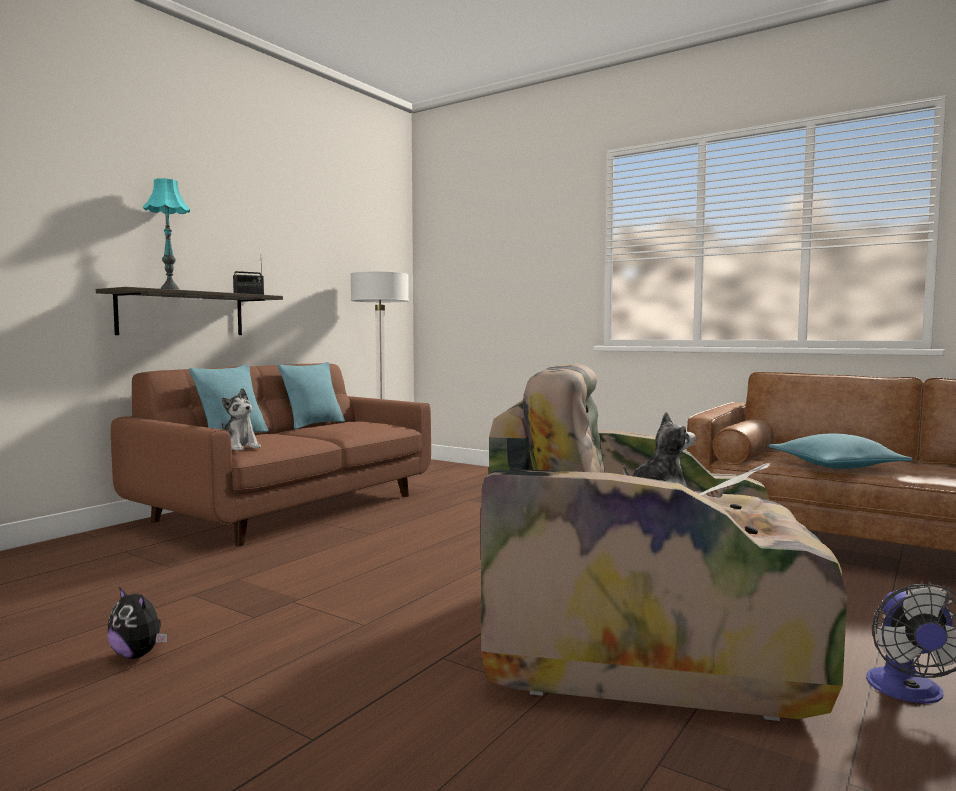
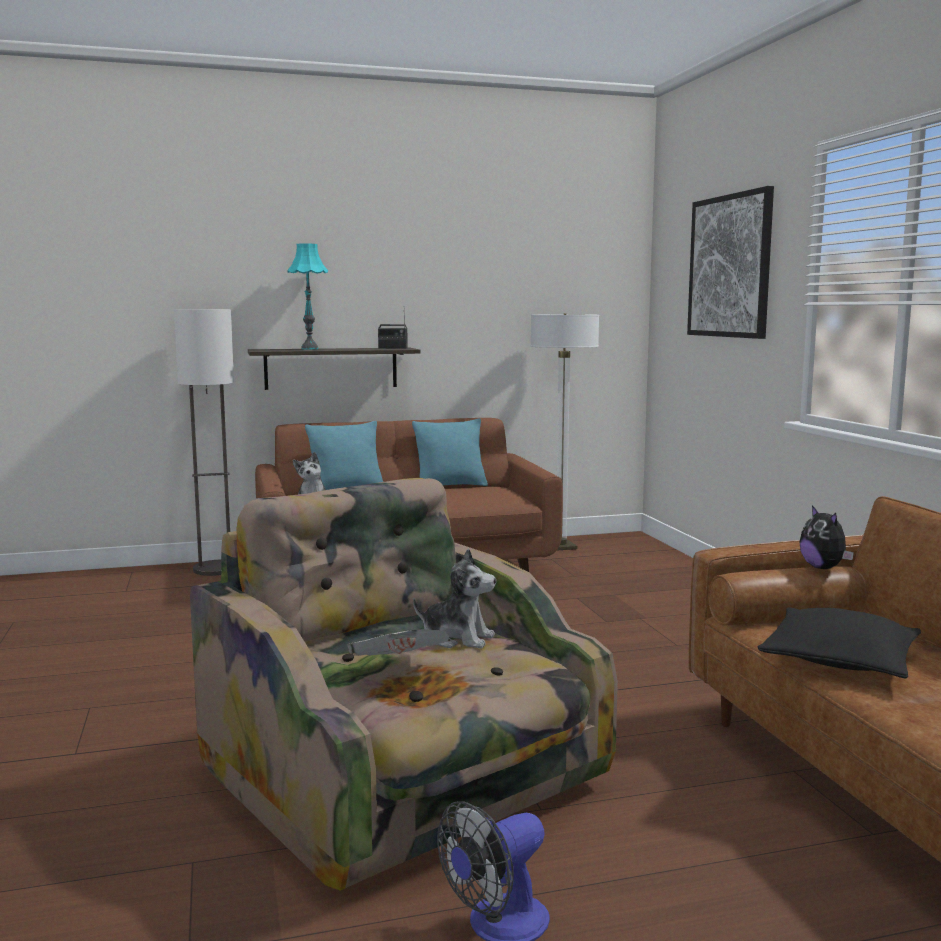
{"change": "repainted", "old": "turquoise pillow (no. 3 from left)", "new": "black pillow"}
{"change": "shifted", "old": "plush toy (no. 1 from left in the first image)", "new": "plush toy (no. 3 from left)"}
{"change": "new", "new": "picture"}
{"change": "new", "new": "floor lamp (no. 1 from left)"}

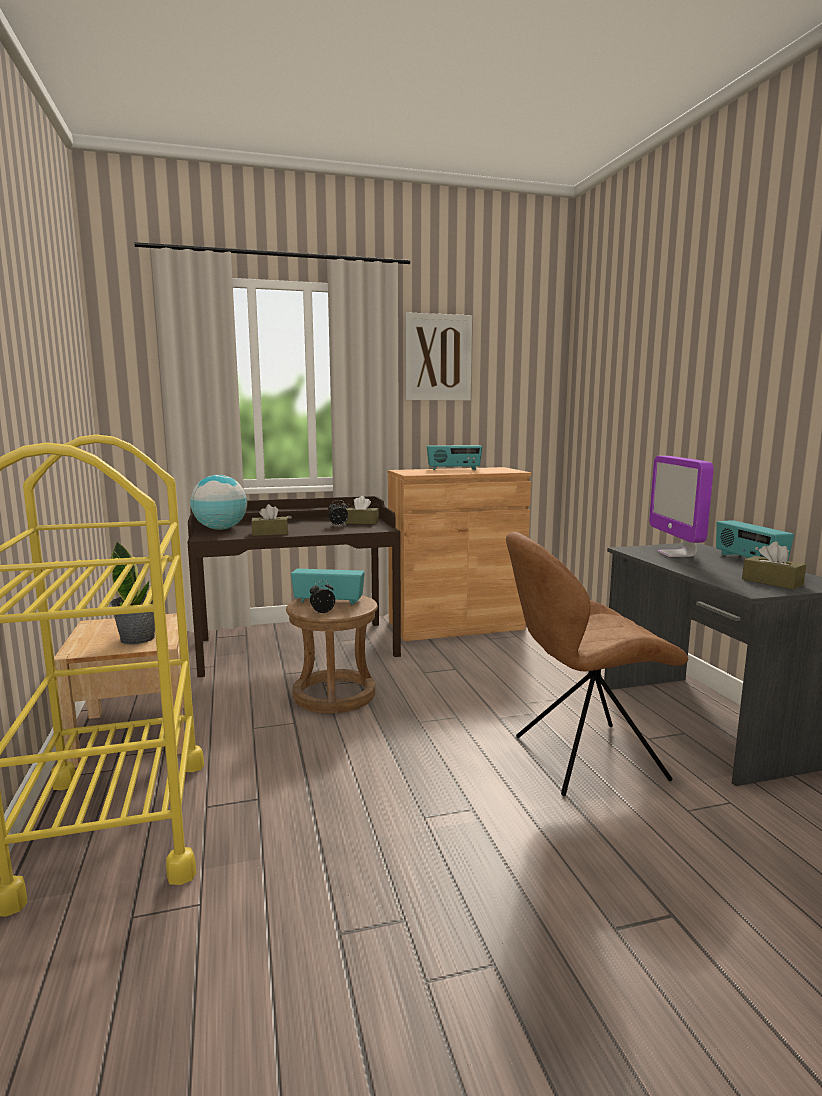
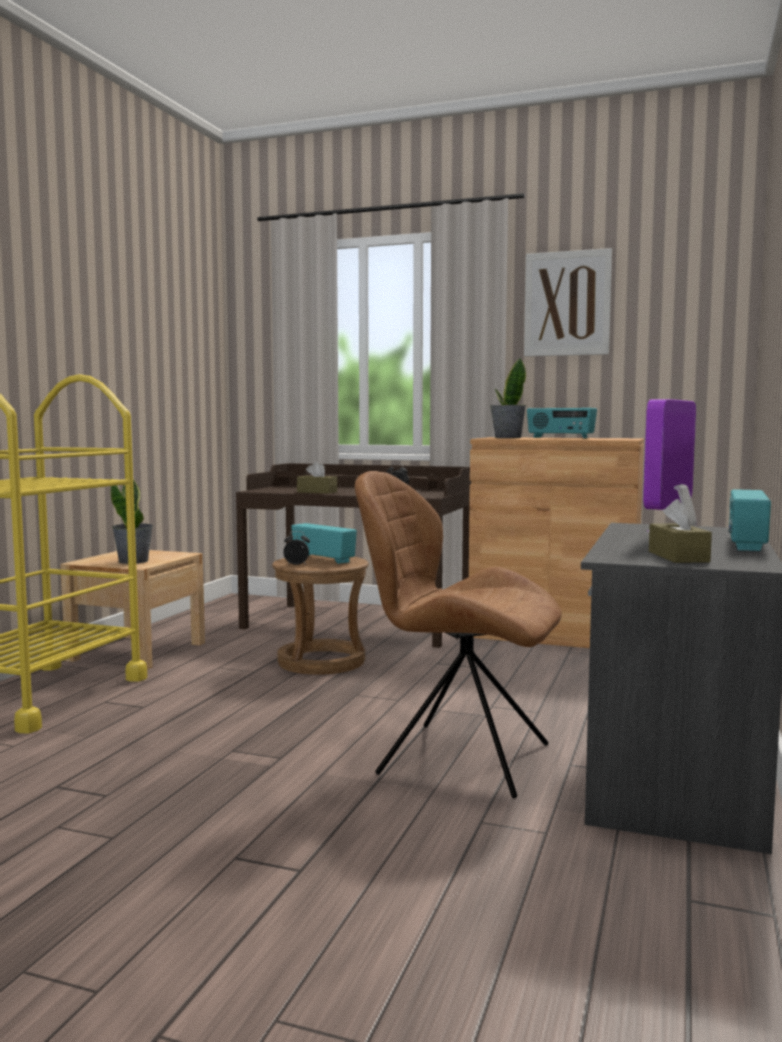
{"change": "gone", "old": "globe"}
{"change": "gone", "old": "brown tissue box (no. 2 from left)"}
{"change": "new", "new": "potted plant (no. 2 from left)"}

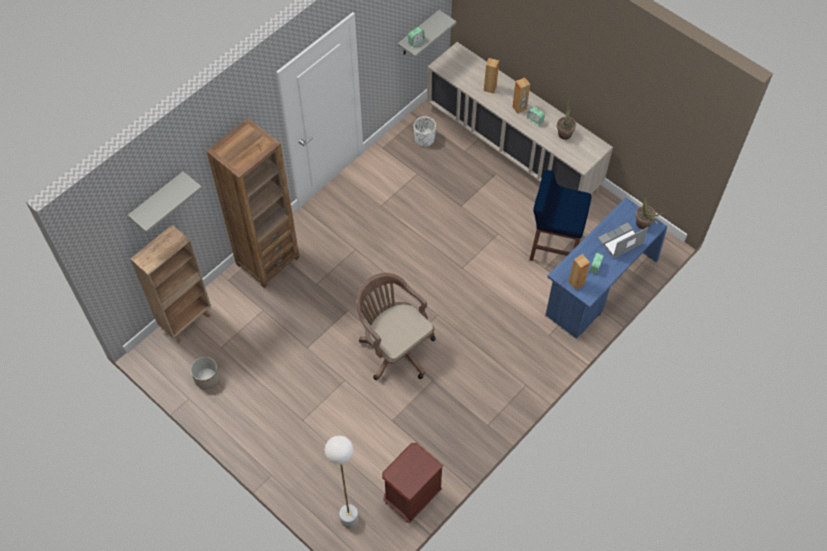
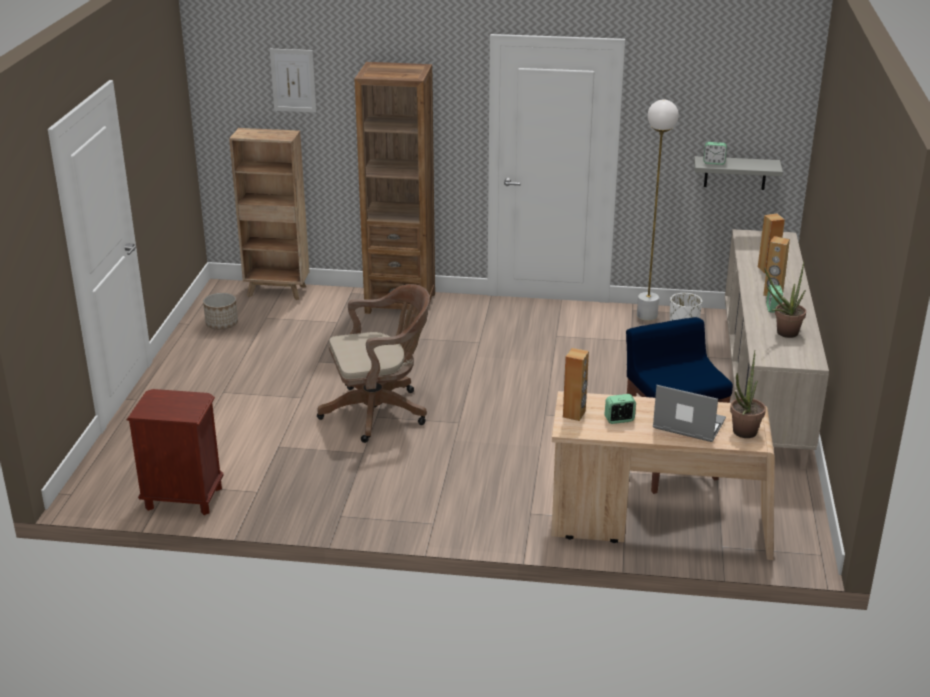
{"change": "swapped", "old": "grey shelf (no. 1 from left)", "new": "picture"}
{"change": "repainted", "old": "blue desk", "new": "beige desk"}
{"change": "rotated", "old": "brown office chair", "degrees": 60}
{"change": "shifted", "old": "white floor lamp"}

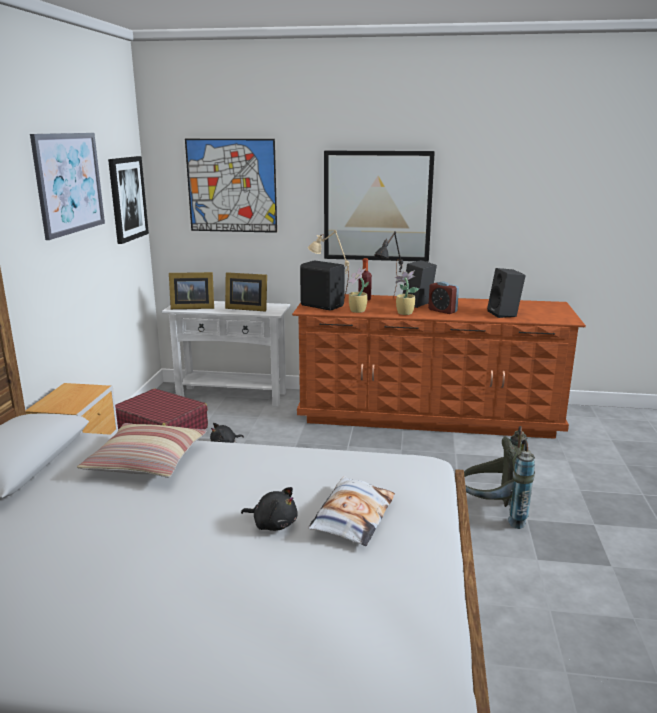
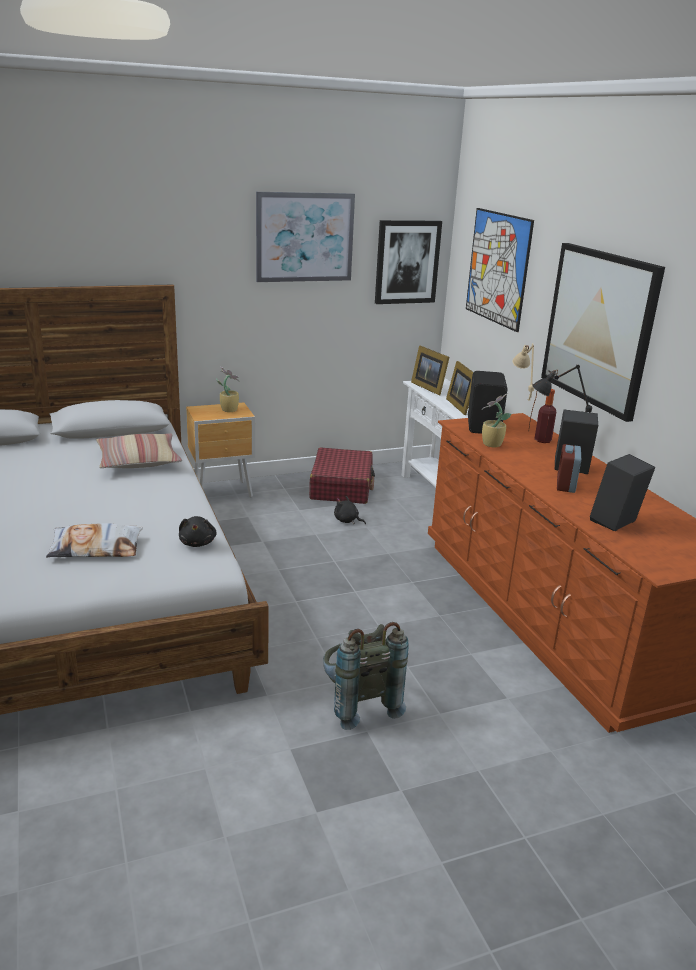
{"change": "shifted", "old": "potted plant (no. 2 from left in the first image)", "new": "potted plant (no. 1 from left)"}
{"change": "shifted", "old": "black plush toy (no. 2 from left in the first image)", "new": "black plush toy (no. 1 from left)"}

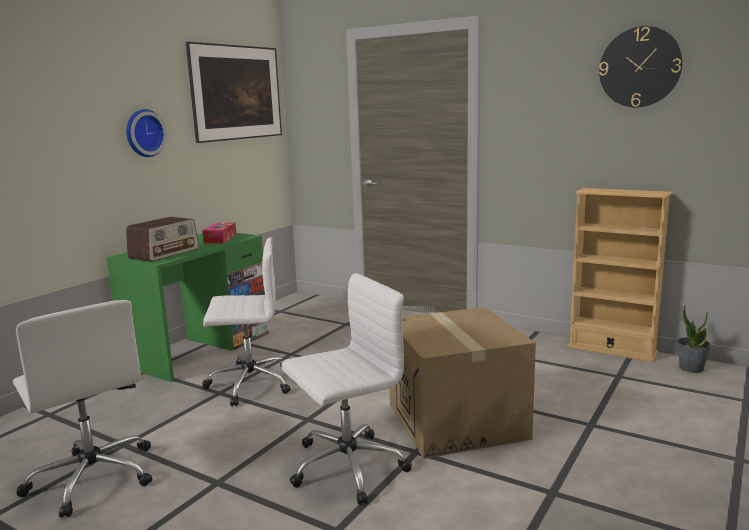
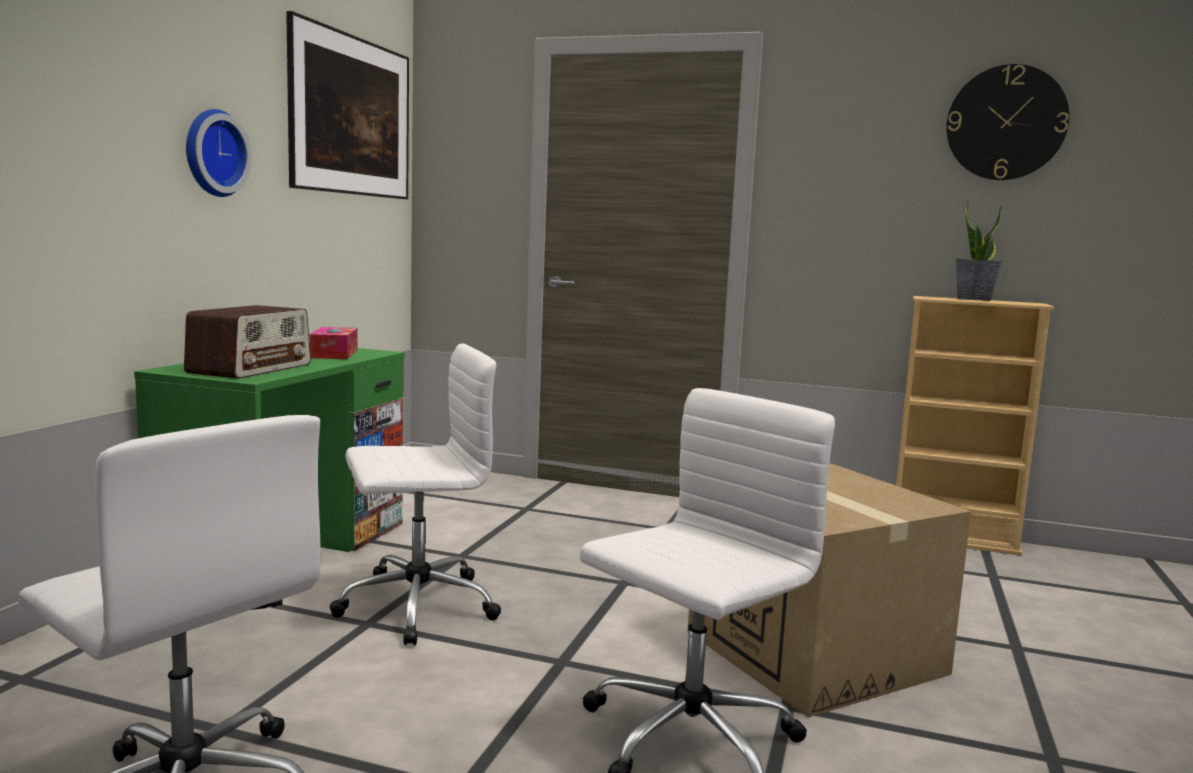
{"change": "shifted", "old": "potted plant"}

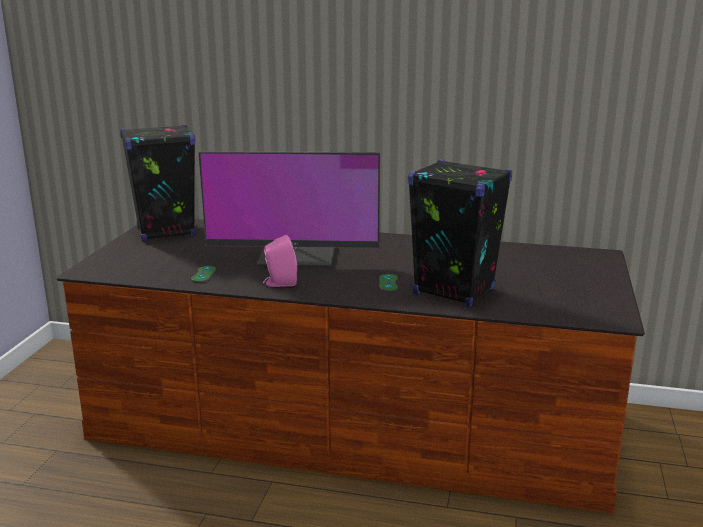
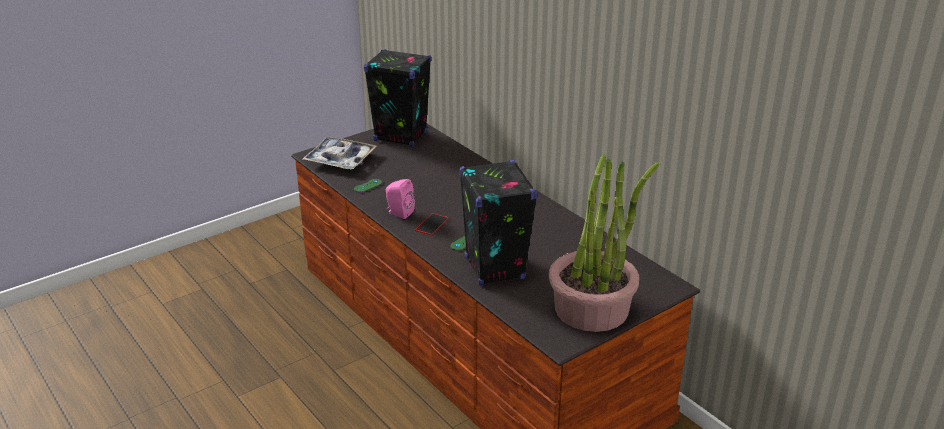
{"change": "gone", "old": "monitor"}
{"change": "new", "new": "tray"}
{"change": "new", "new": "potted plant"}
{"change": "new", "new": "phone"}

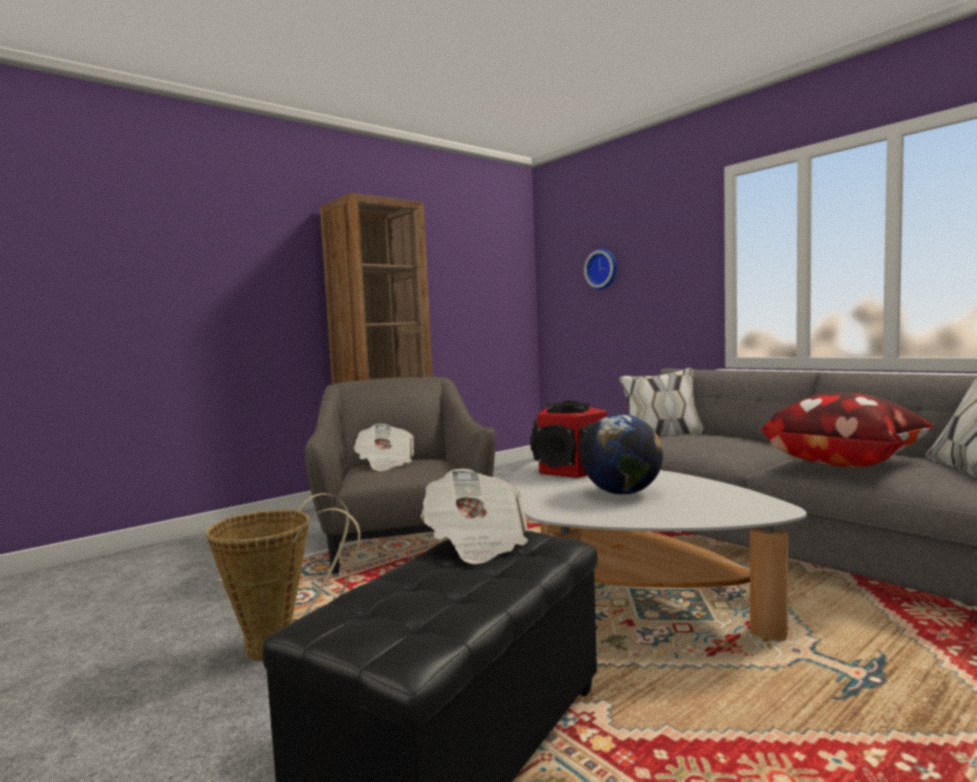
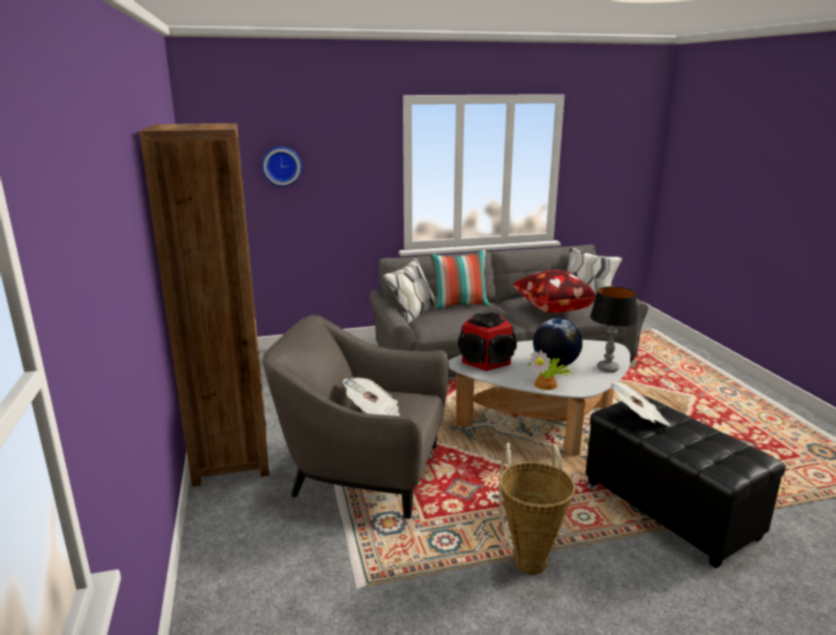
{"change": "new", "new": "pillow (no. 1 from left)"}
{"change": "new", "new": "table lamp"}
{"change": "new", "new": "potted plant"}

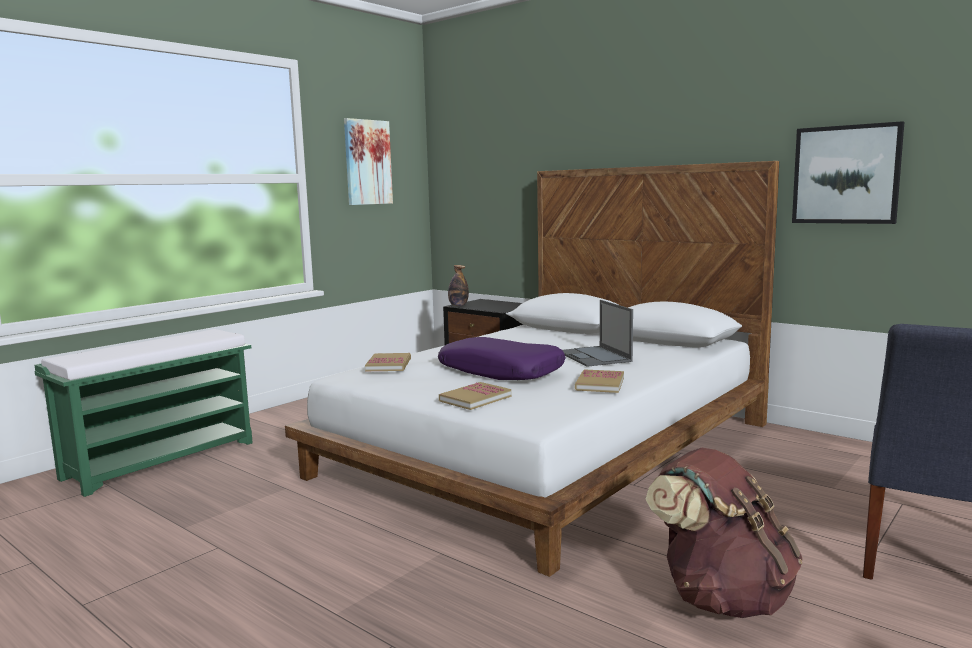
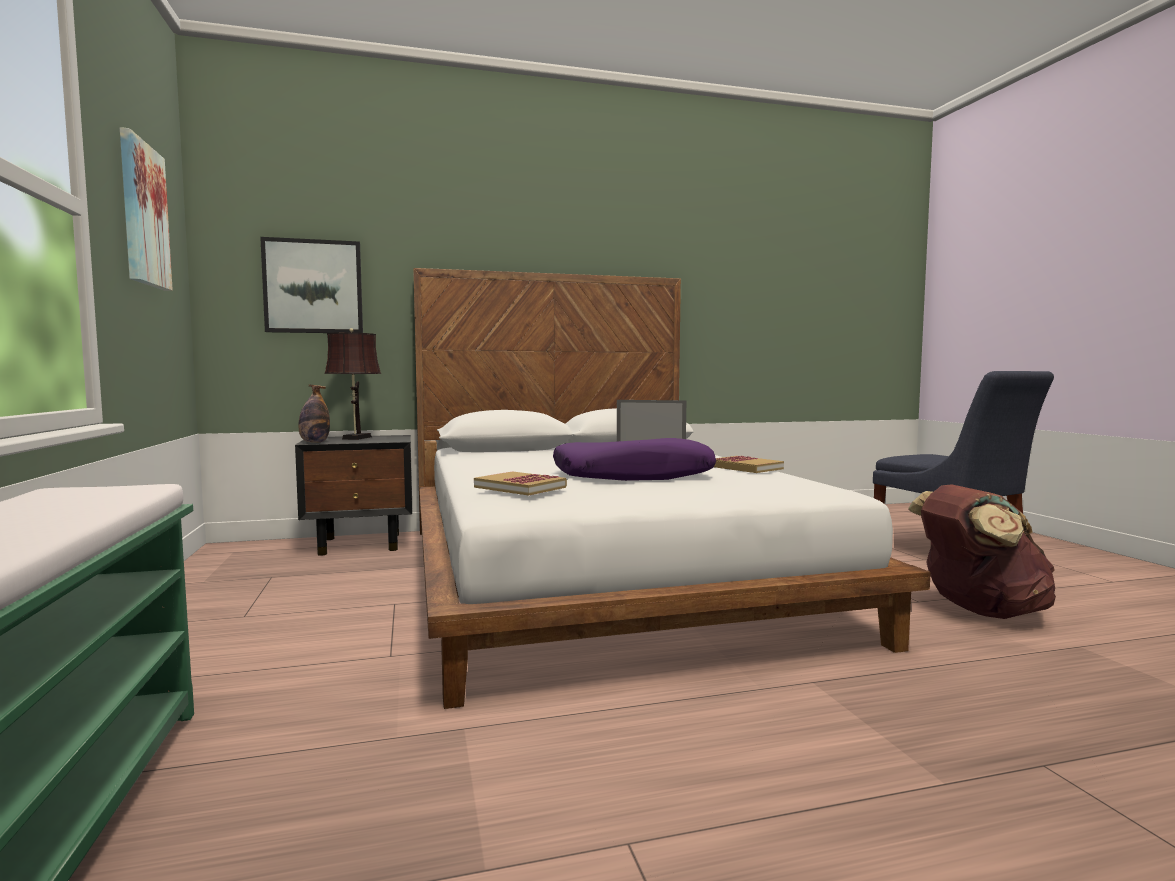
{"change": "shifted", "old": "picture (no. 2 from left)"}
{"change": "gone", "old": "book (no. 2 from left)"}
{"change": "new", "new": "brown table lamp"}

